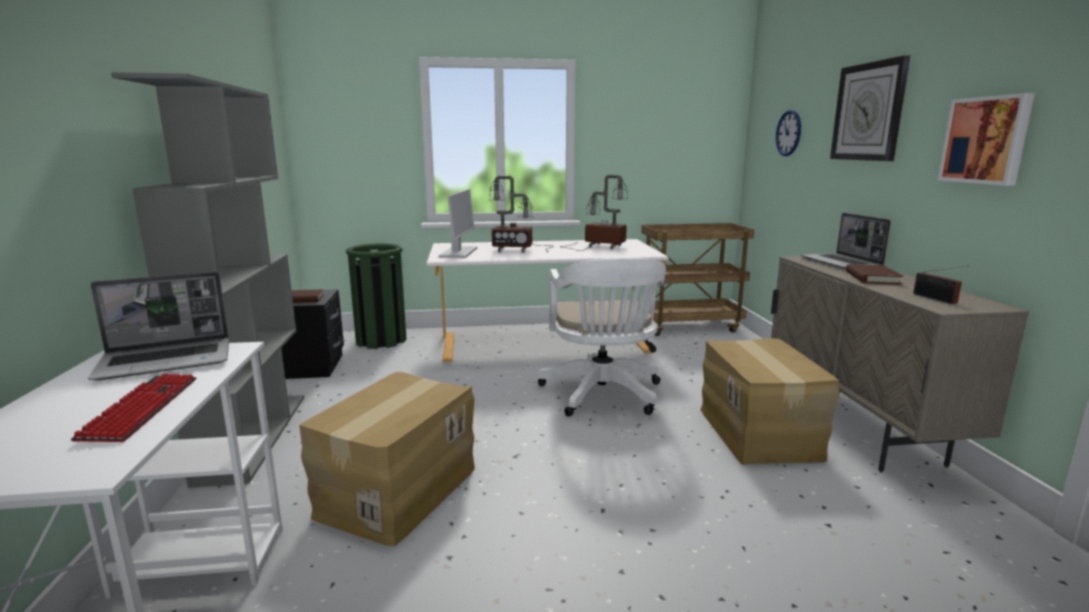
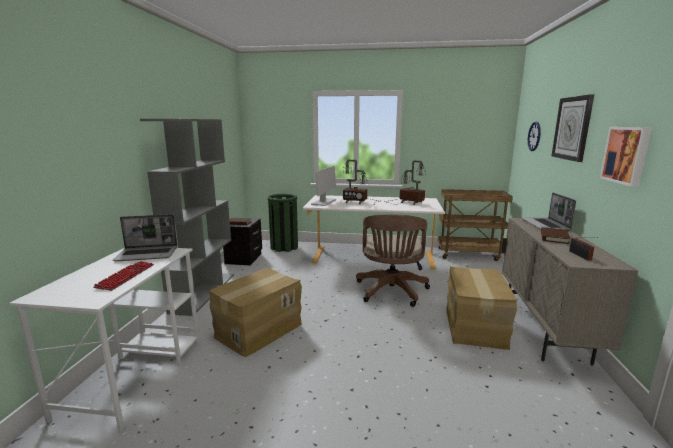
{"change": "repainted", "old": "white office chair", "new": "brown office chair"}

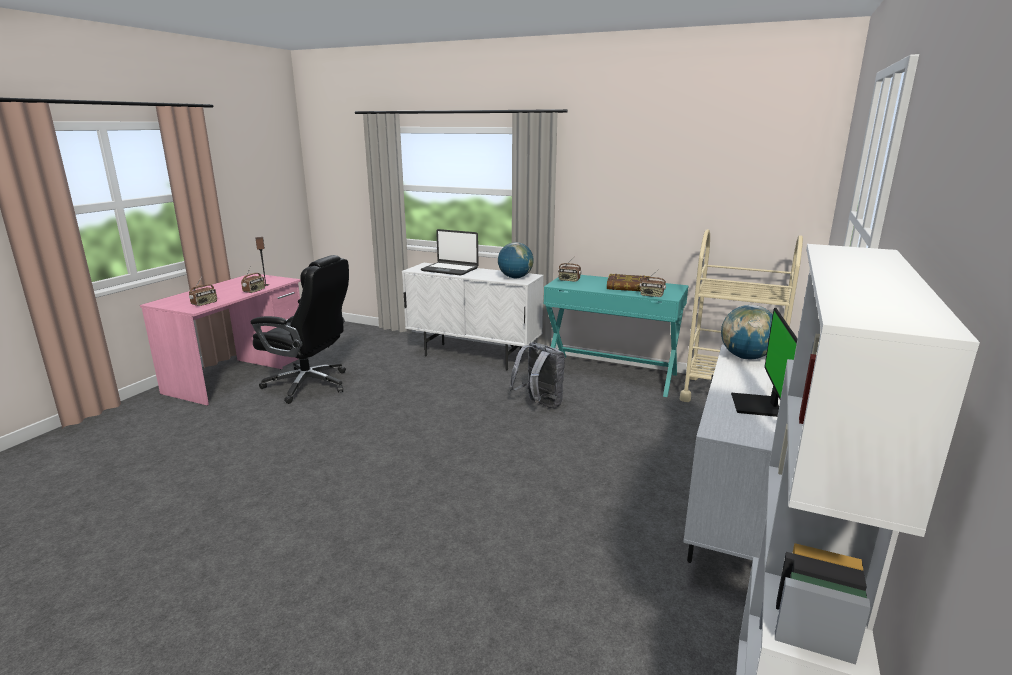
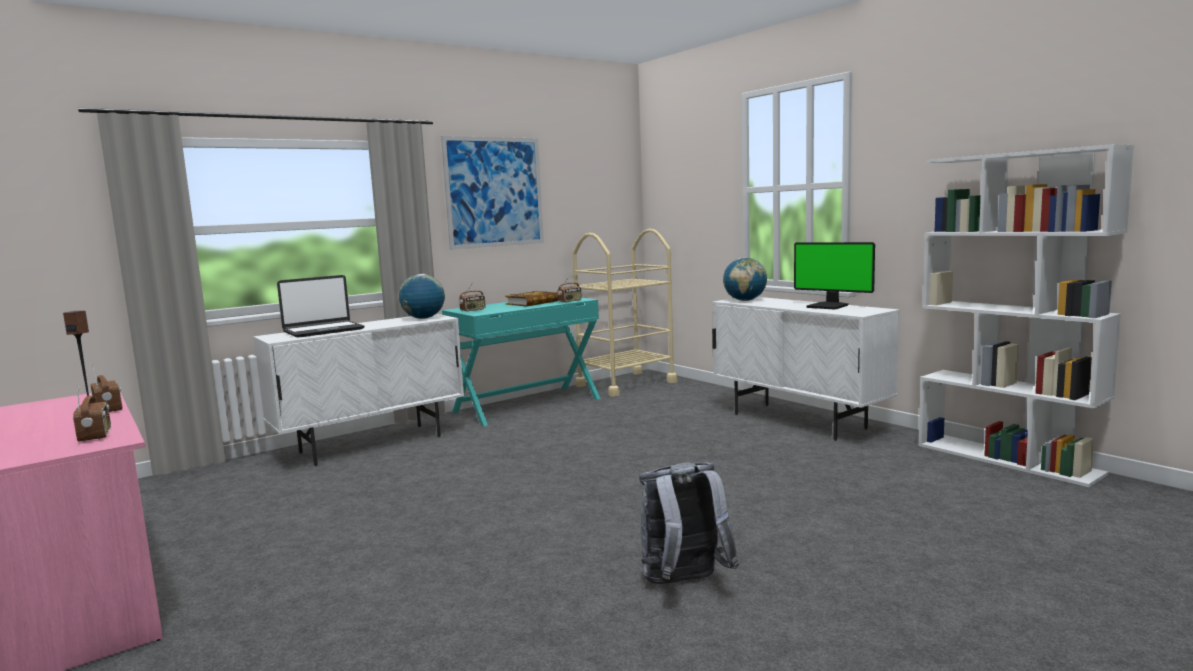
{"change": "gone", "old": "black office chair"}
{"change": "shifted", "old": "grey backpack"}
{"change": "new", "new": "picture"}

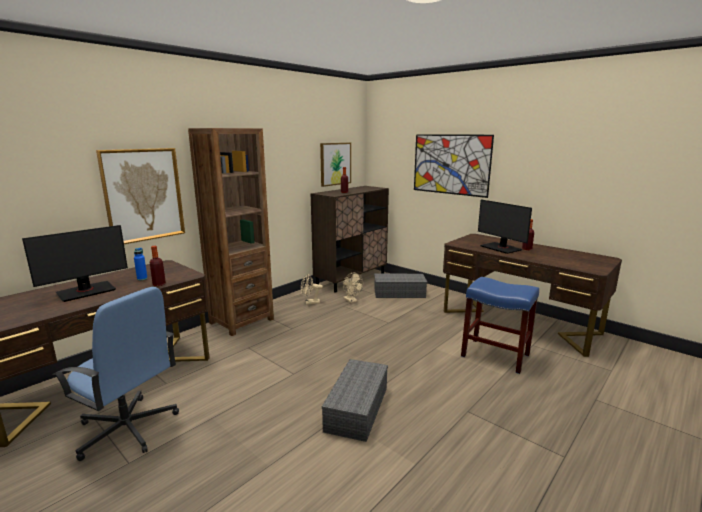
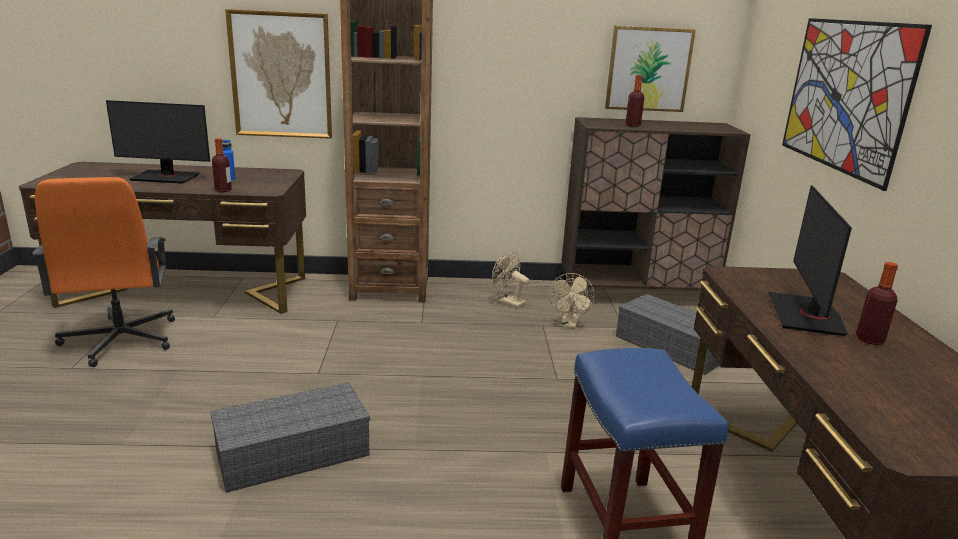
{"change": "repainted", "old": "blue office chair", "new": "orange office chair"}

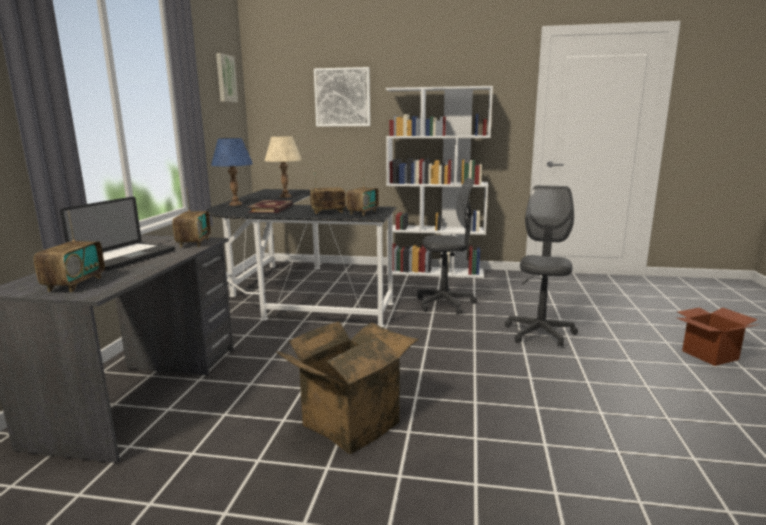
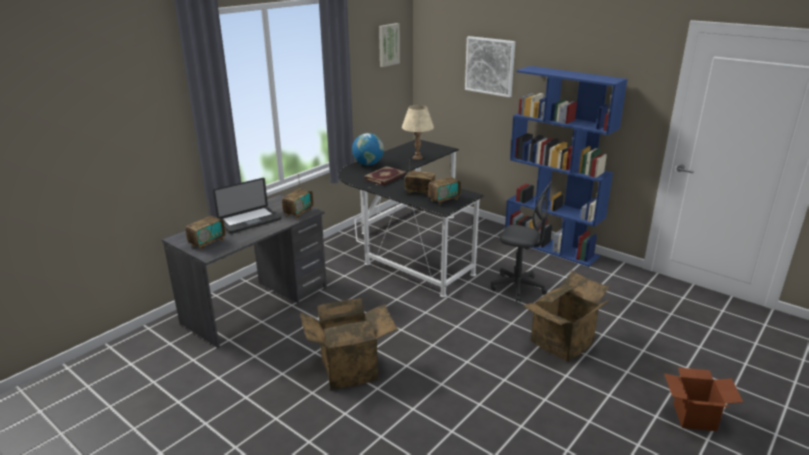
{"change": "repainted", "old": "white bookcase", "new": "blue bookcase"}
{"change": "swapped", "old": "blue table lamp", "new": "globe"}
{"change": "swapped", "old": "grey office chair (no. 2 from left)", "new": "cardboard box (no. 2 from left)"}

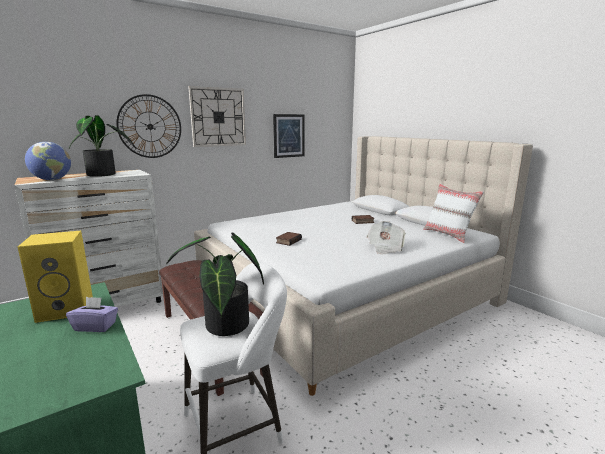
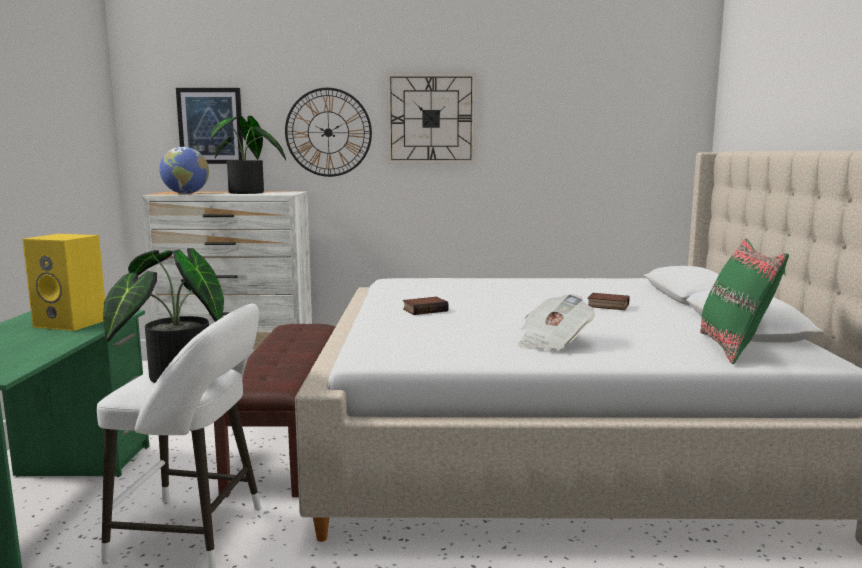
{"change": "shifted", "old": "picture"}
{"change": "repainted", "old": "white pillow", "new": "green pillow"}
{"change": "gone", "old": "purple tissue box"}

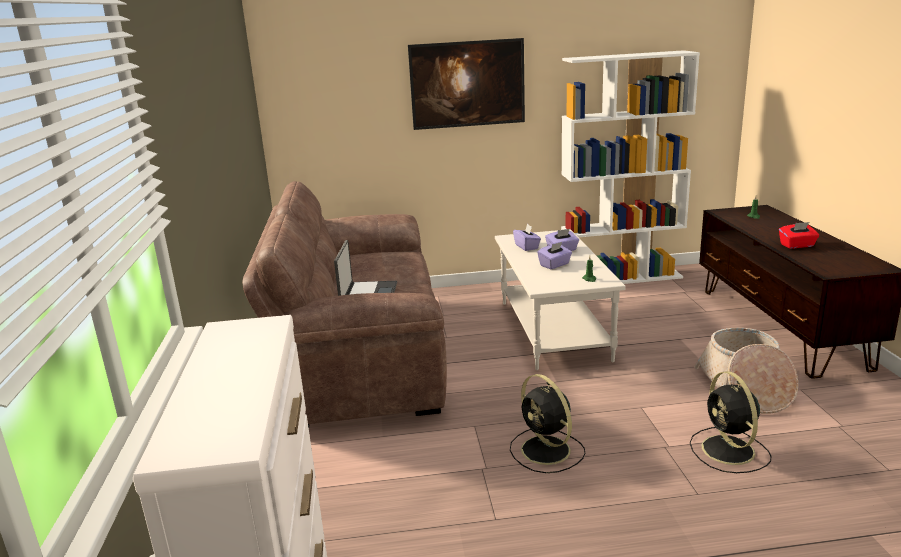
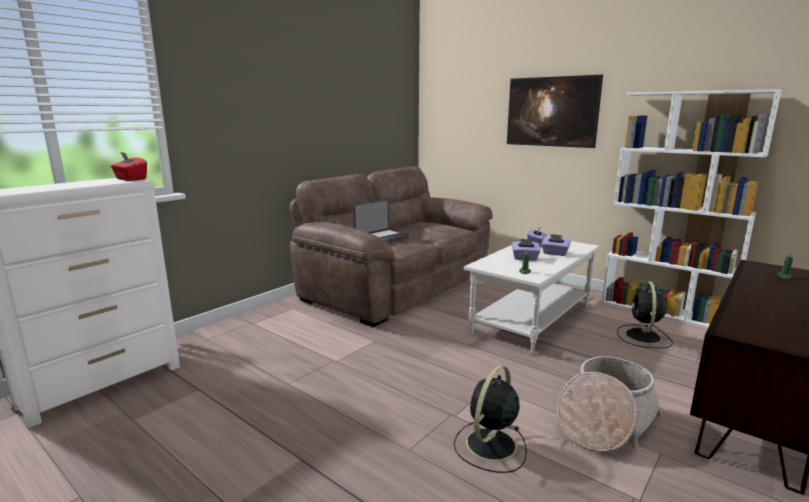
{"change": "shifted", "old": "red tissue box"}
{"change": "shifted", "old": "black fan (no. 1 from left in the first image)", "new": "black fan (no. 2 from left)"}

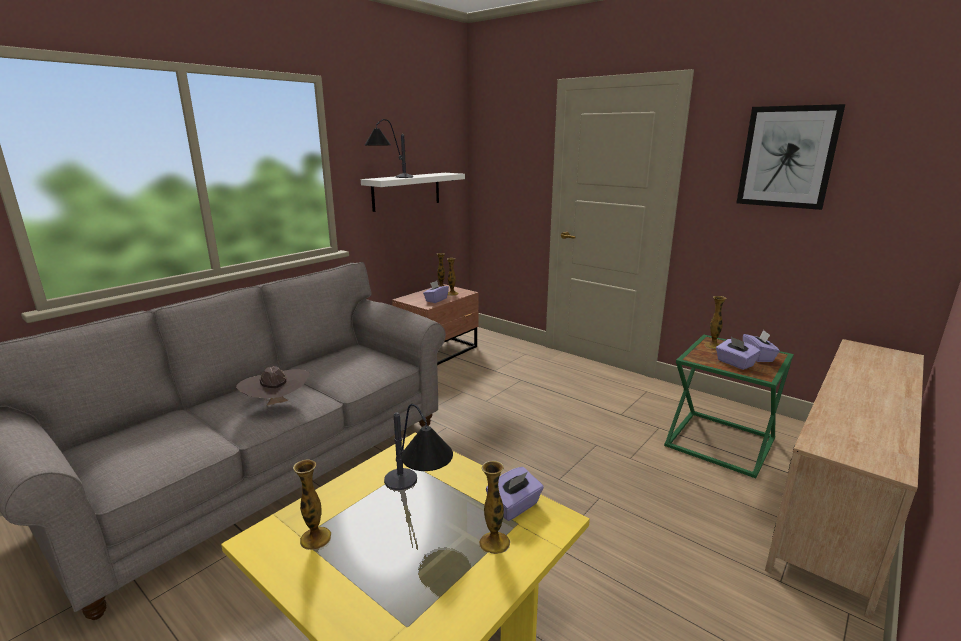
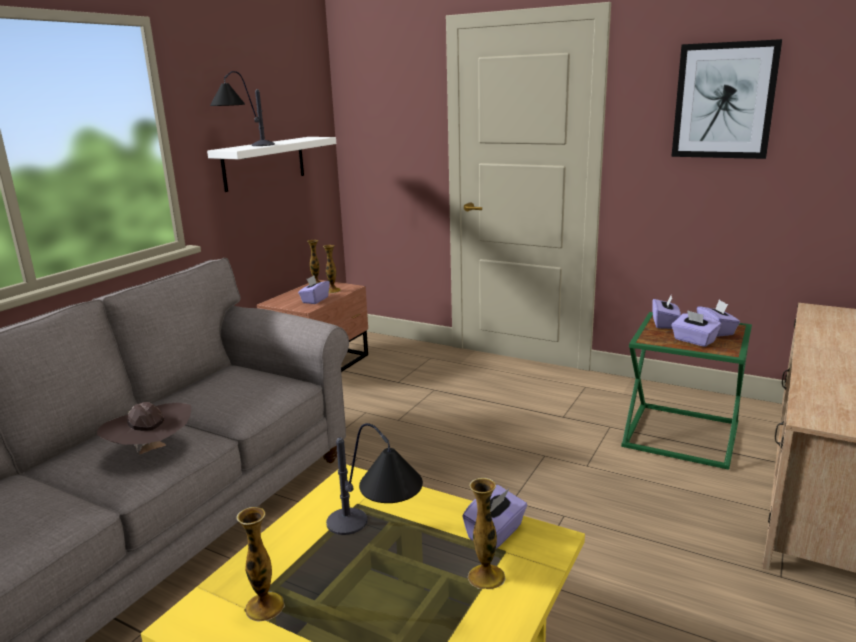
{"change": "swapped", "old": "vase (no. 5 from left)", "new": "purple tissue box (no. 3 from left)"}

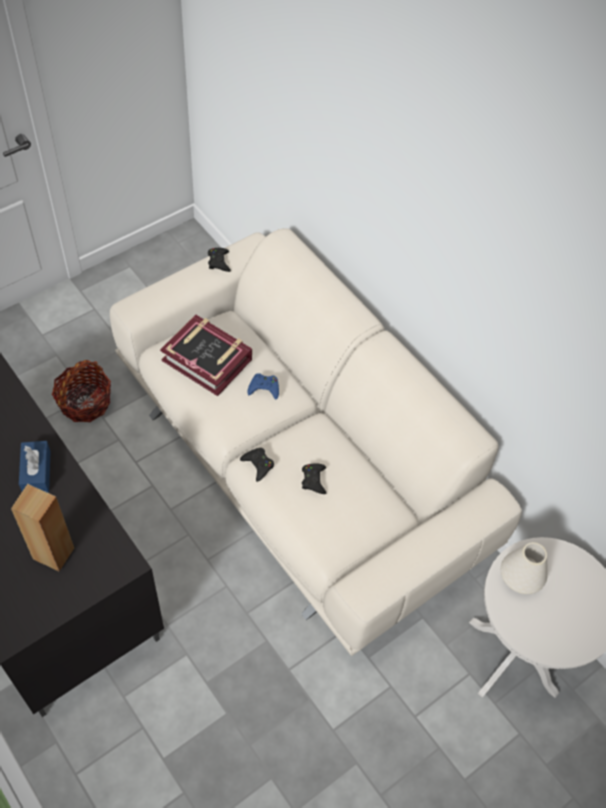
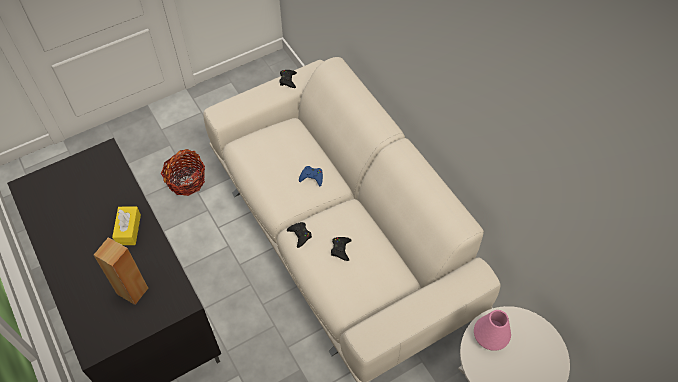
{"change": "gone", "old": "book"}
{"change": "repainted", "old": "blue tissue box", "new": "yellow tissue box"}
{"change": "repainted", "old": "white vase", "new": "pink vase"}

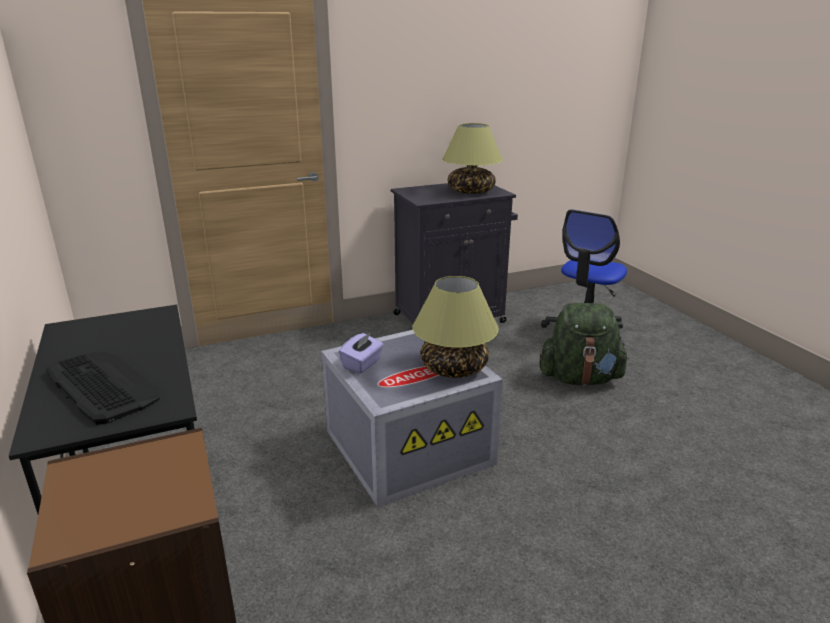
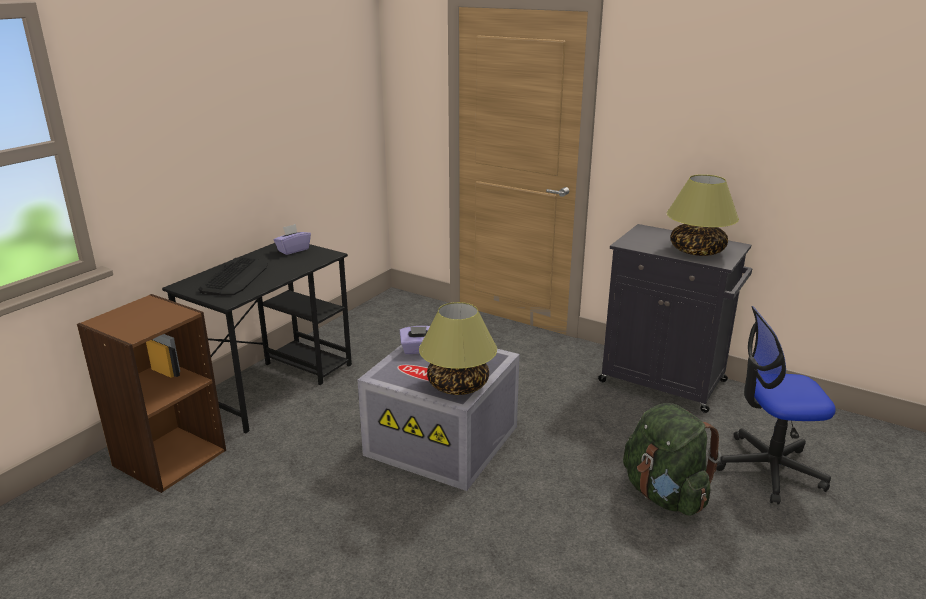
{"change": "new", "new": "purple tissue box (no. 1 from left)"}

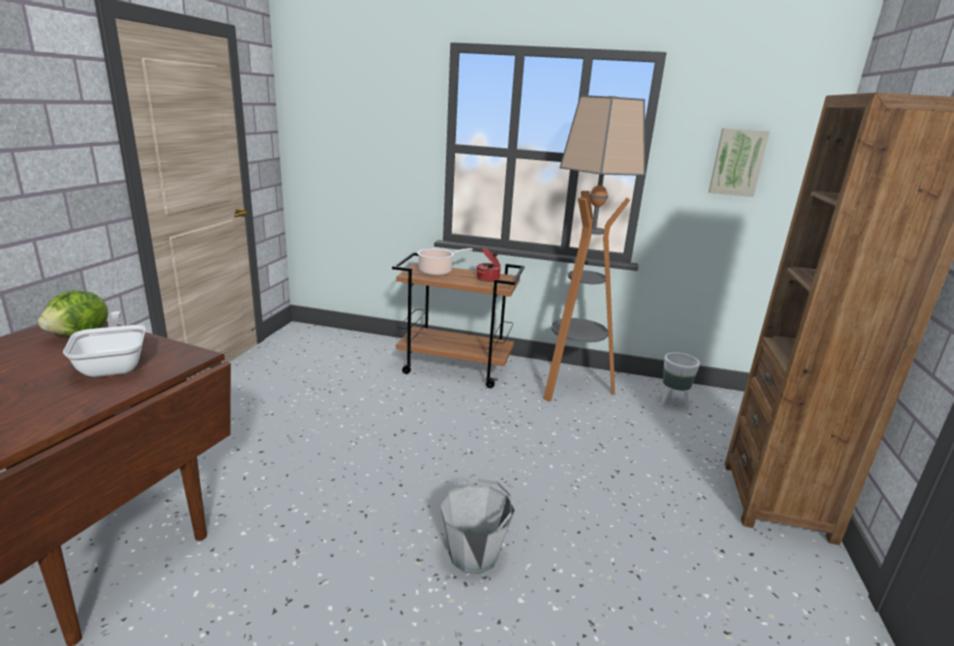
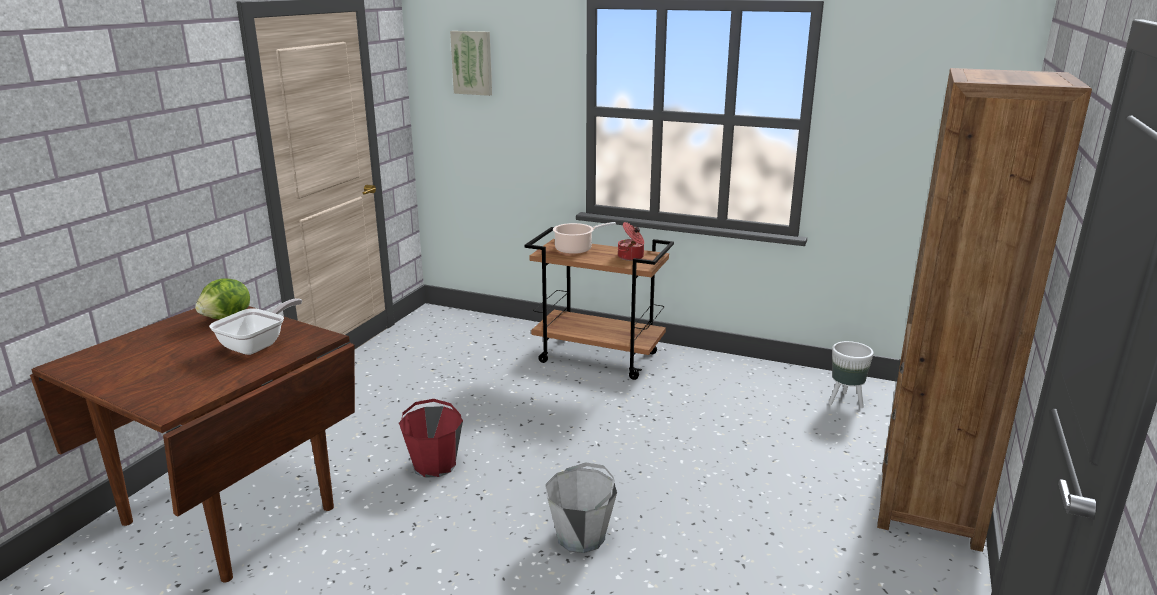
{"change": "gone", "old": "floor lamp"}
{"change": "shifted", "old": "picture"}
{"change": "rotated", "old": "frying pan", "degrees": 45}
{"change": "new", "new": "red bucket"}

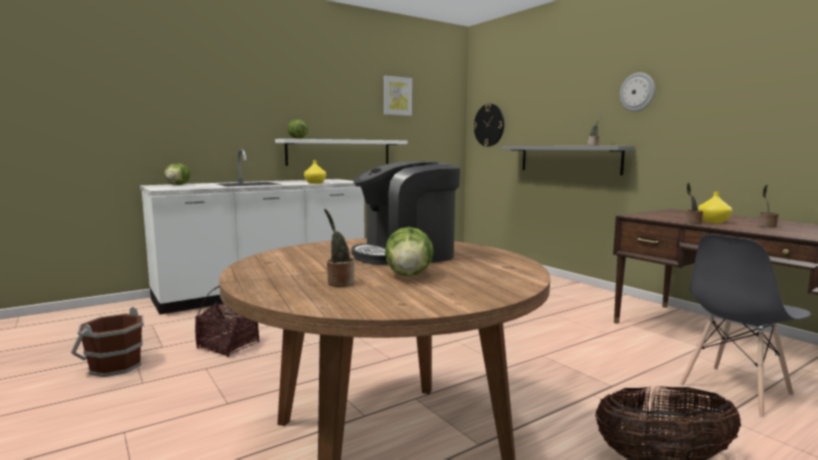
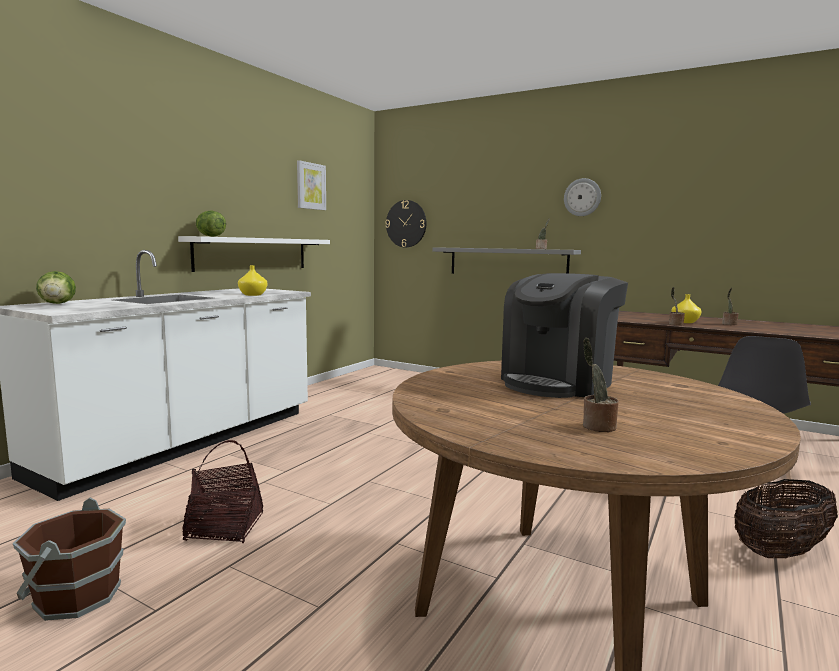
{"change": "gone", "old": "lettuce (no. 3 from left)"}

